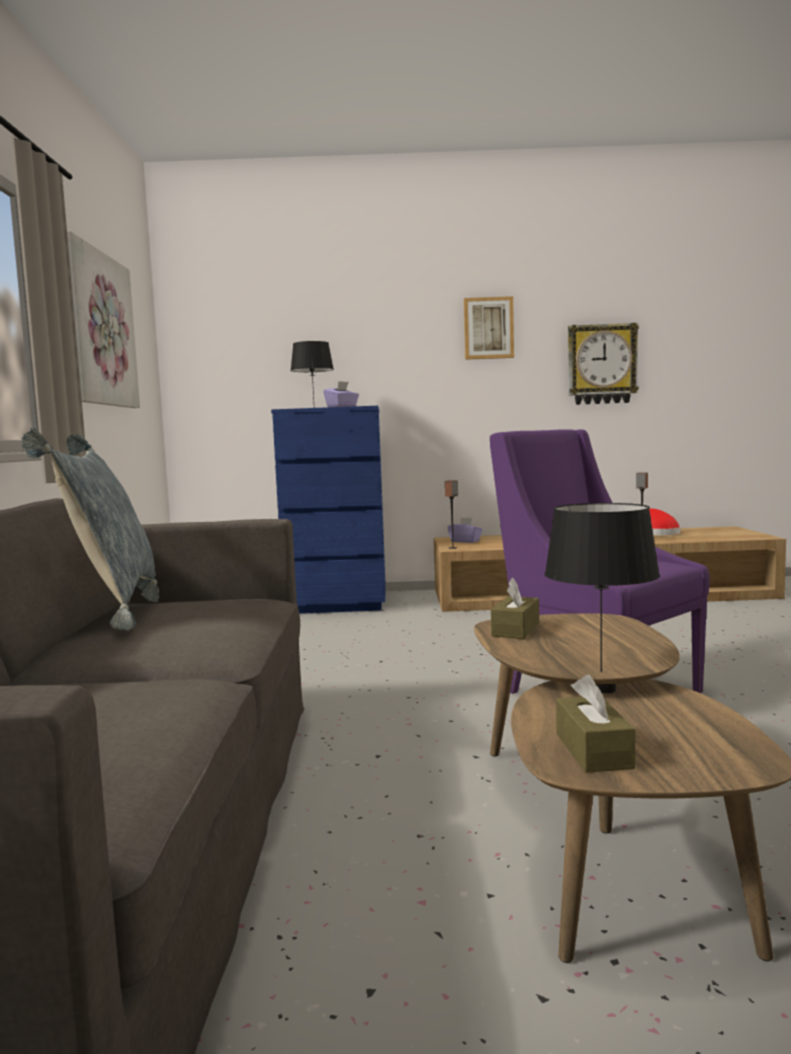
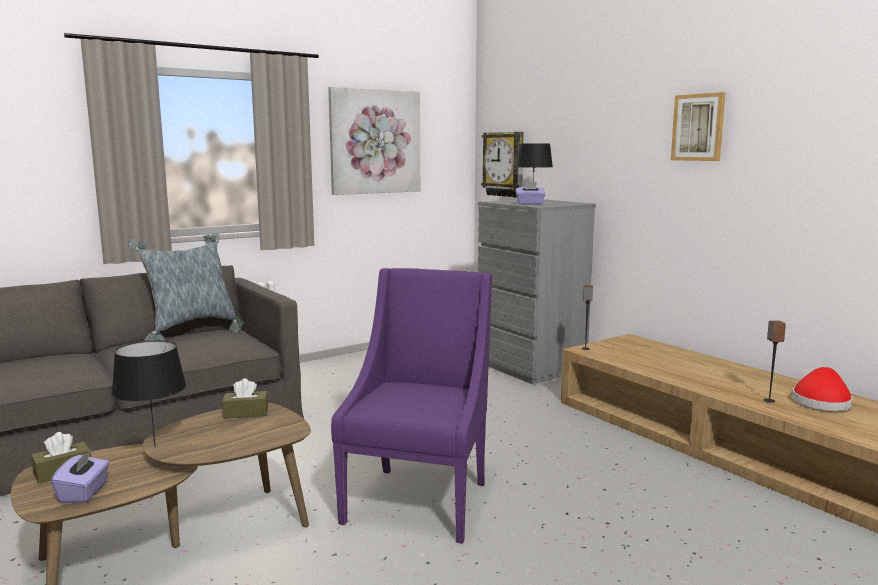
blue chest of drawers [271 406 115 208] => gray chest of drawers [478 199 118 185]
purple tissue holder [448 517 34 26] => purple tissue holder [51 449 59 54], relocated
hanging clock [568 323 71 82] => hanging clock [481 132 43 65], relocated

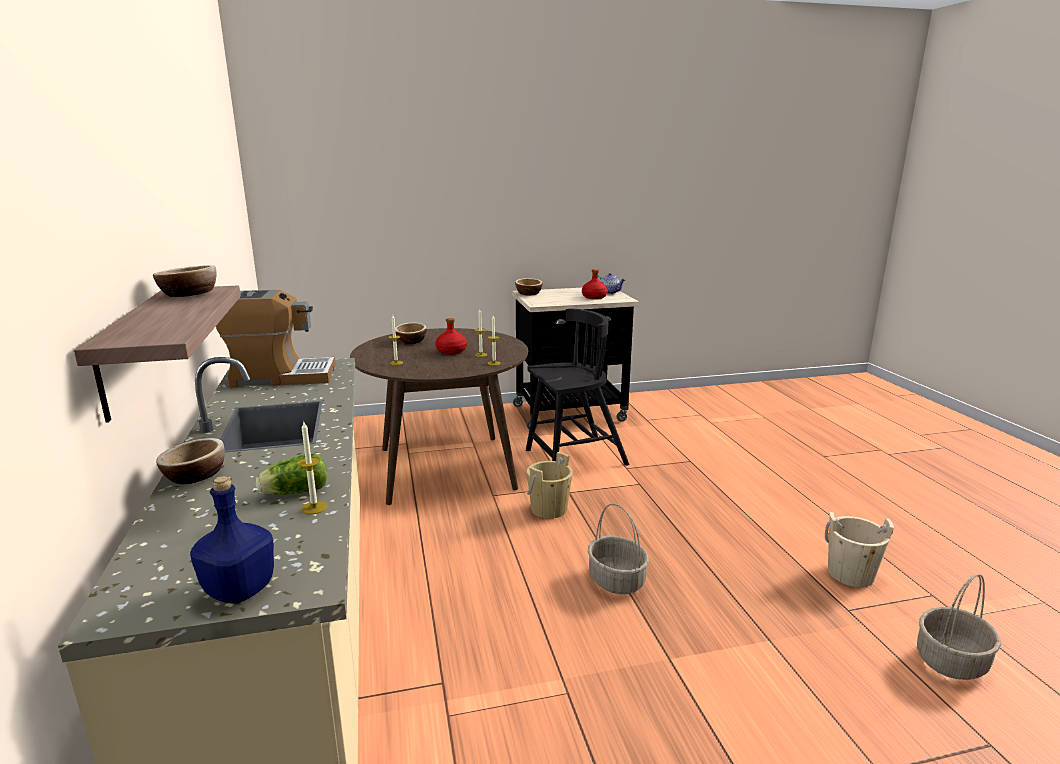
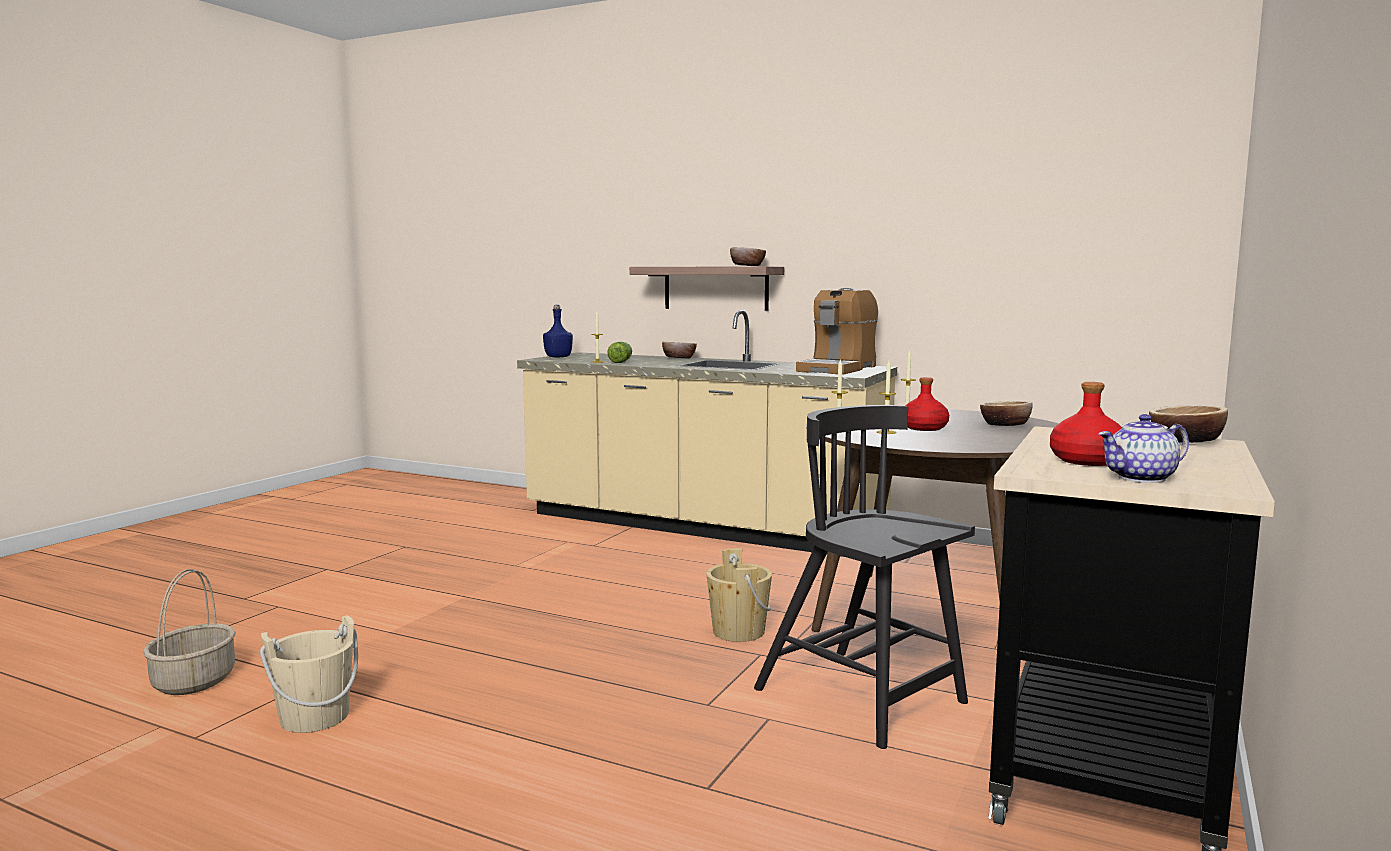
black plain chair [526 308 103 158] => black plain chair [754 405 221 344], 120 degrees clockwise
storage basket [588 504 61 90] => nothing

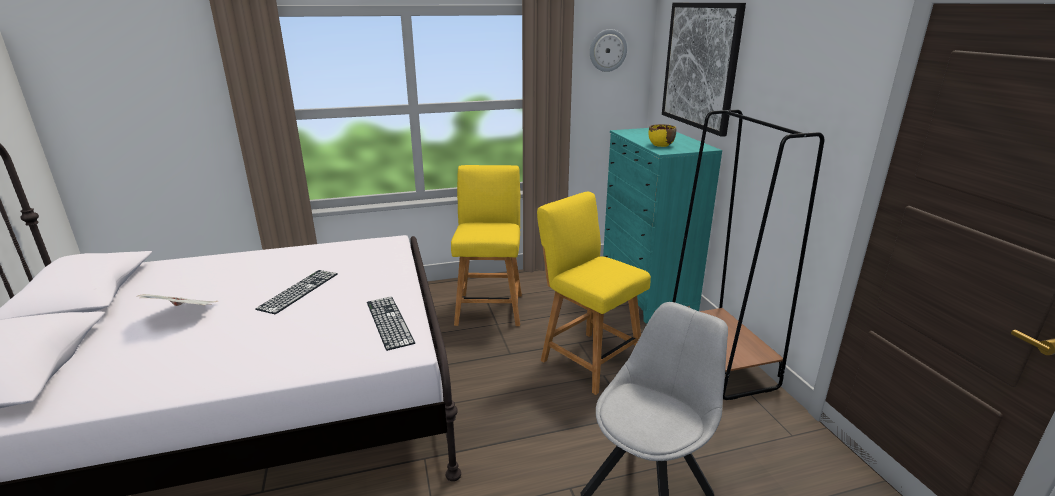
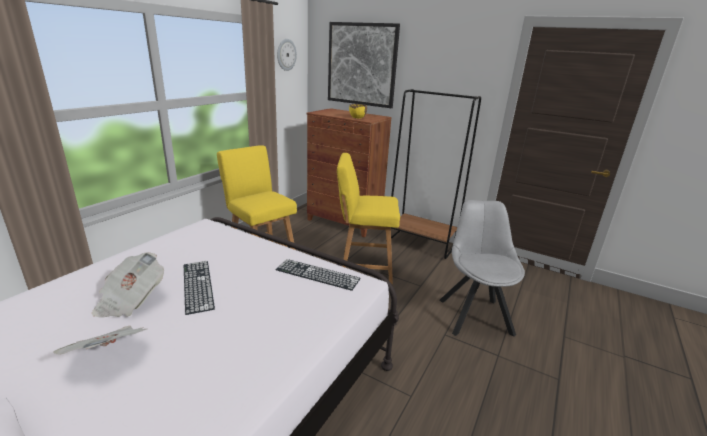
turquoise chest of drawers [603 128 119 195] => brown chest of drawers [306 108 86 130]
nothing => printed paper [92 252 72 66]

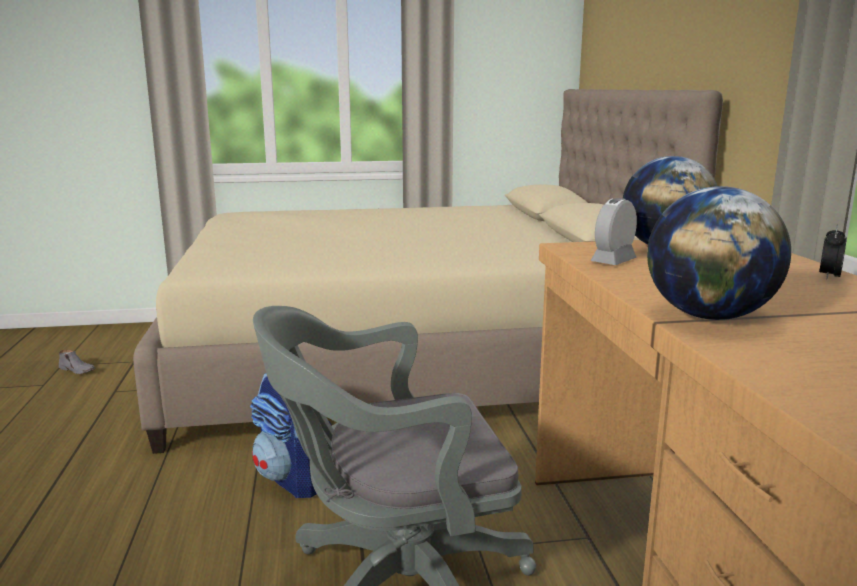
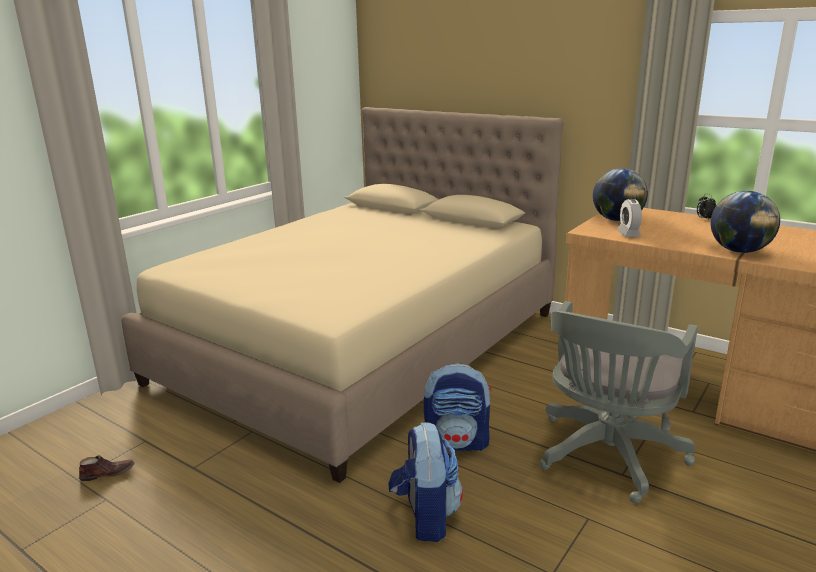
gray shoe [59 350 37 24] => brown shoe [79 455 56 26]
nothing => backpack [388 422 75 120]

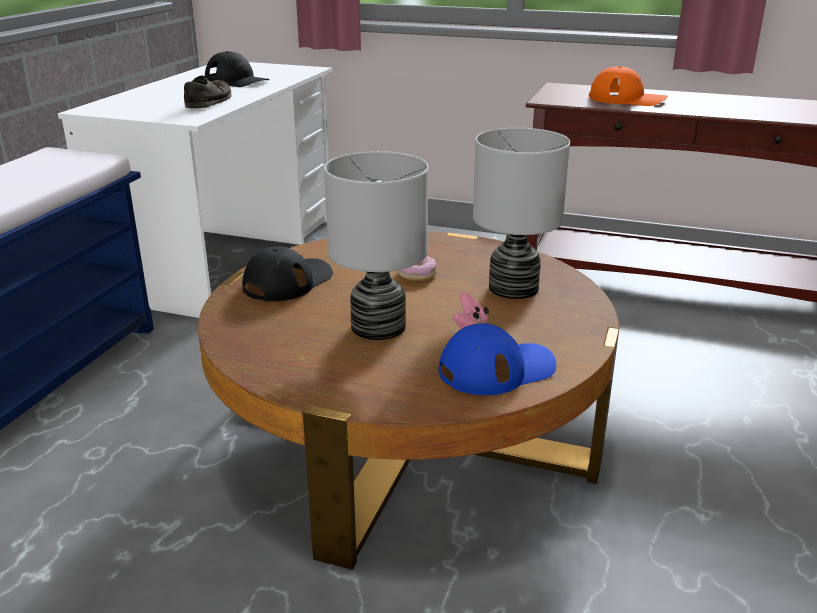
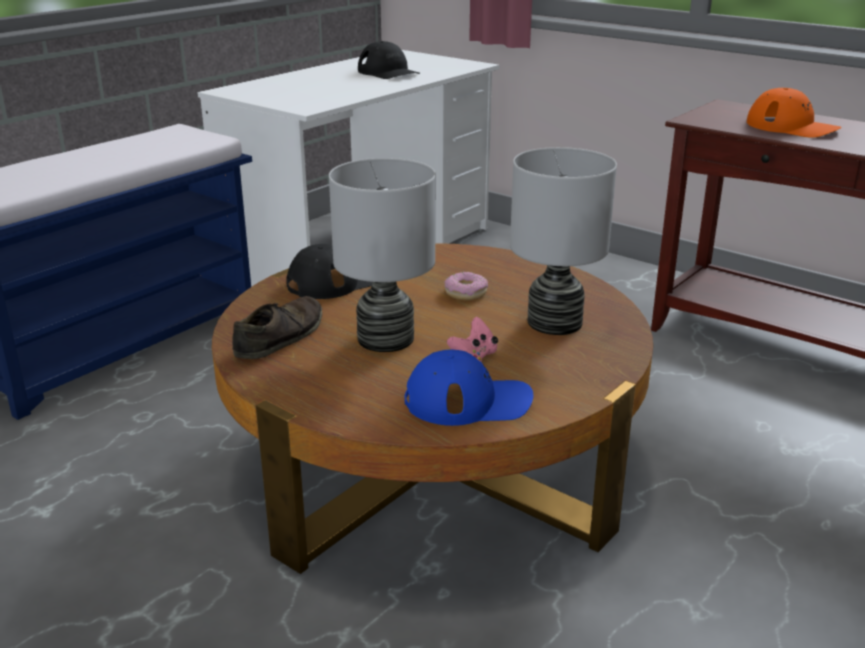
brown shoe [184 76 48 32] => brown shoe [232 296 90 63], relocated

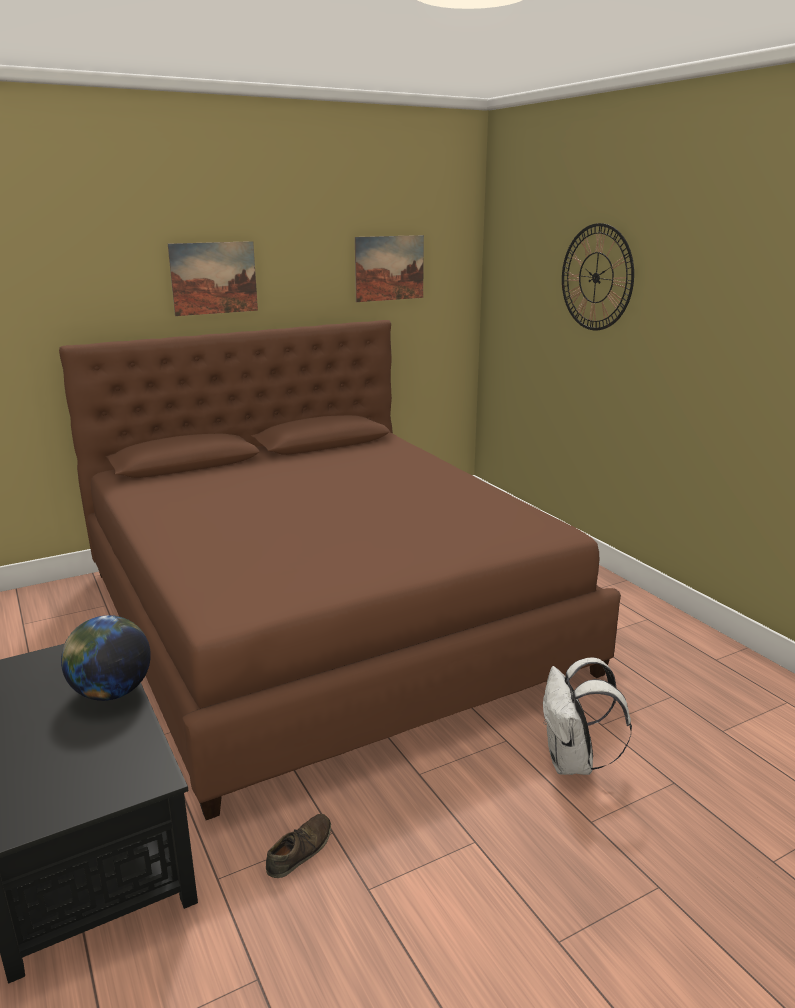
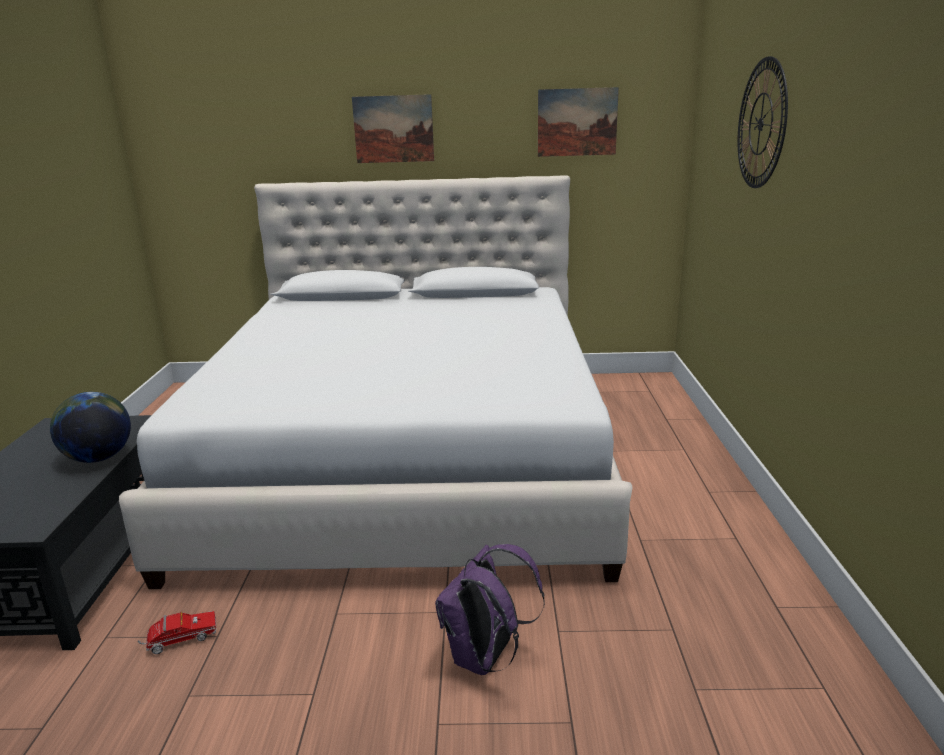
brown bedroom bed [59 320 562 500] => white-coloured bedroom bed [119 175 514 414]
brown shoe [266 814 65 64] => model truck [138 611 79 43]
white-coloured backpack [543 657 89 118] => purple backpack [435 544 110 131]

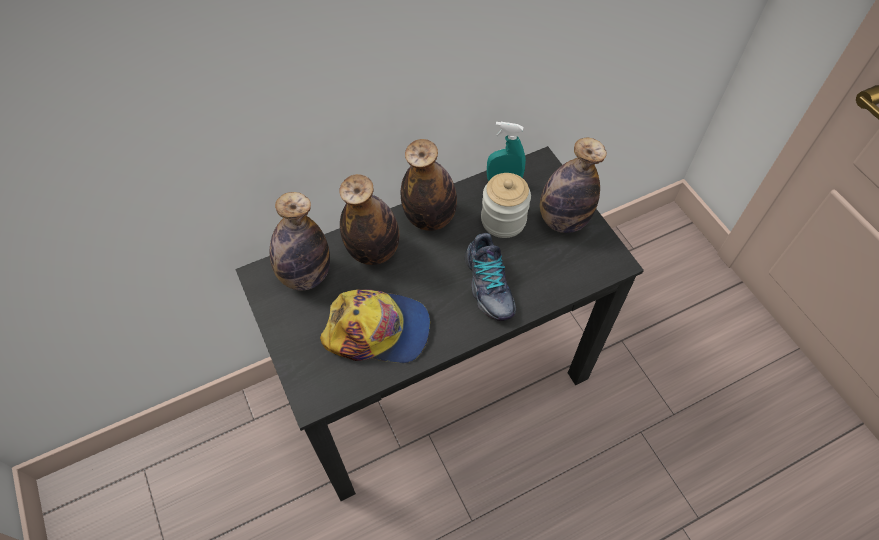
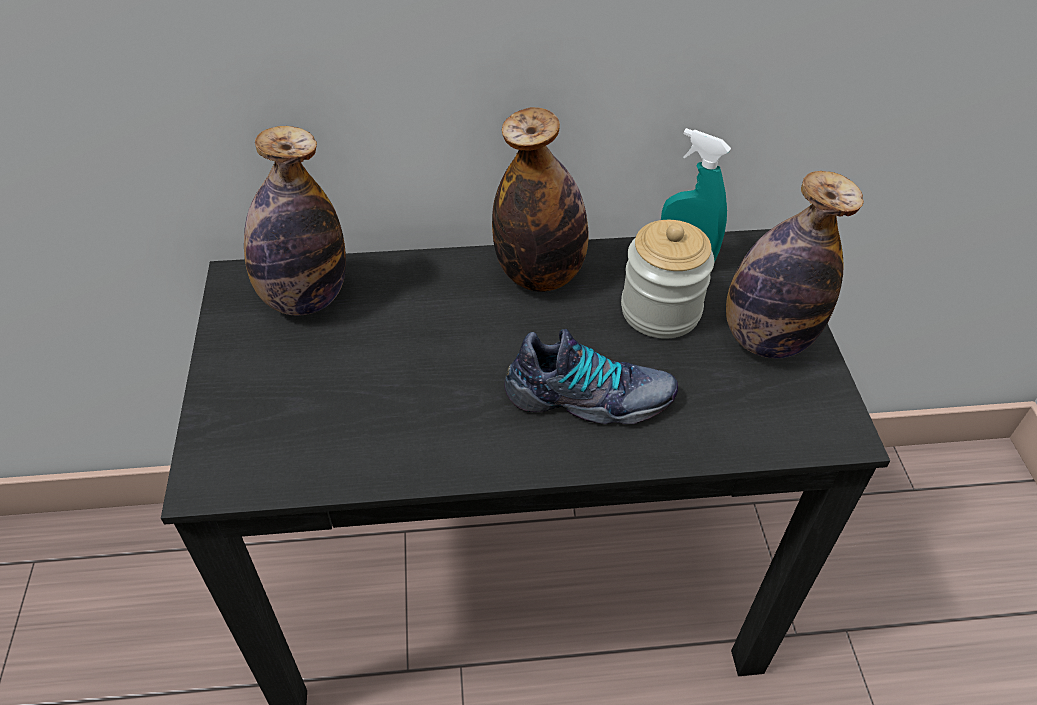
cap [320 289 110 74] => nothing
drink bottle [339 174 60 91] => nothing
shoe [465 233 51 88] => shoe [504 329 174 95], 90 degrees counterclockwise

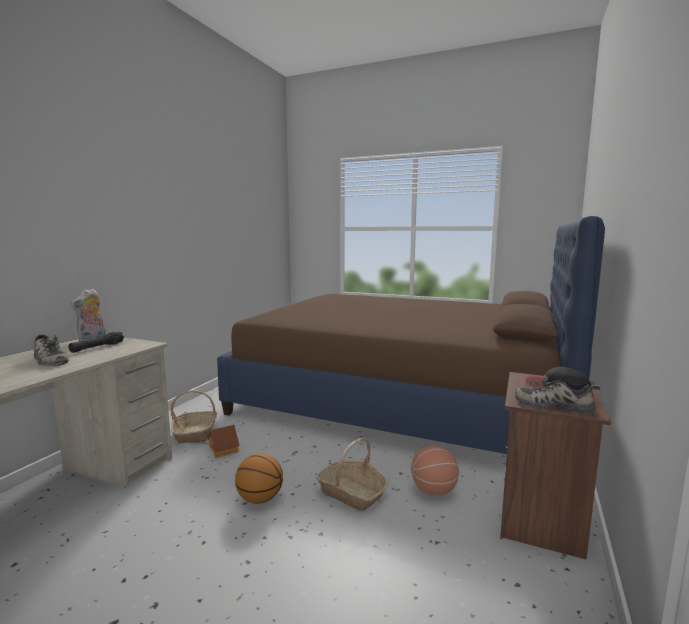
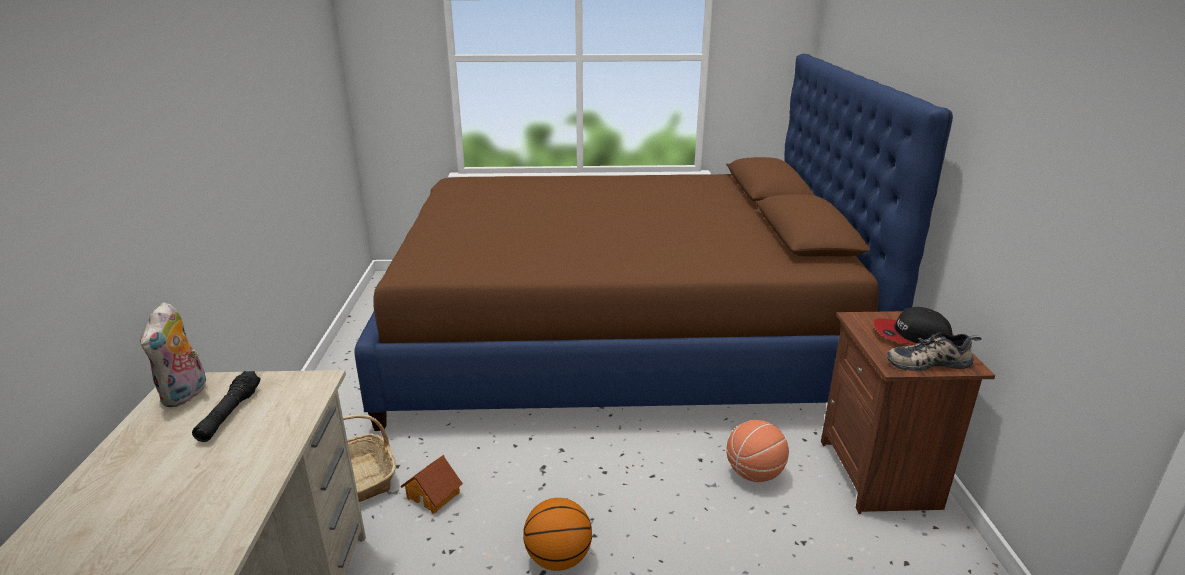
shoe [34 333 35 33] => nothing
storage basket [316 437 72 74] => nothing

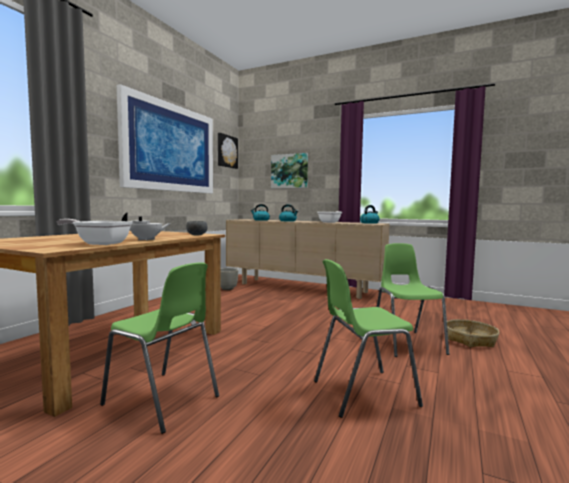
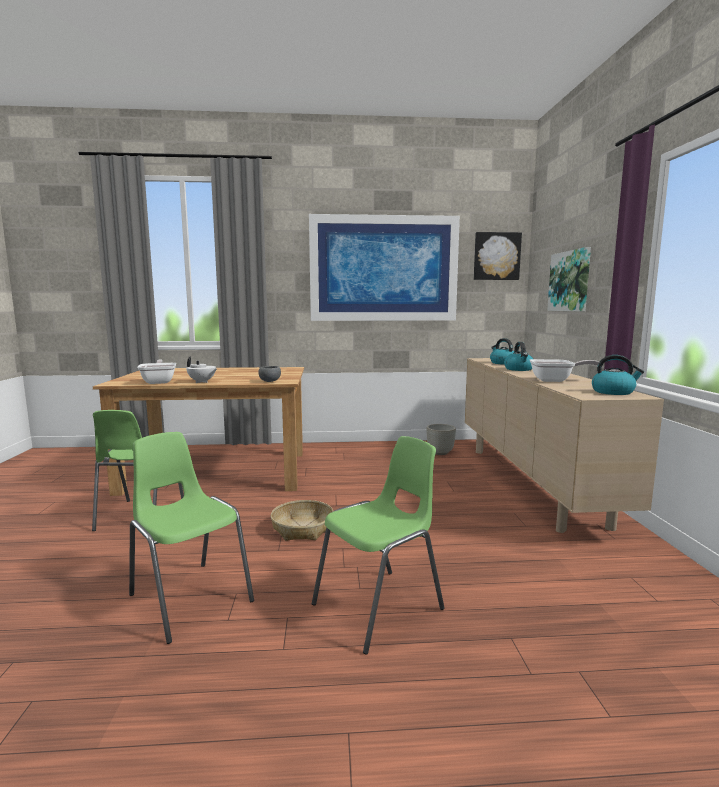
storage basket [447 319 53 28] => storage basket [270 500 63 41], relocated

